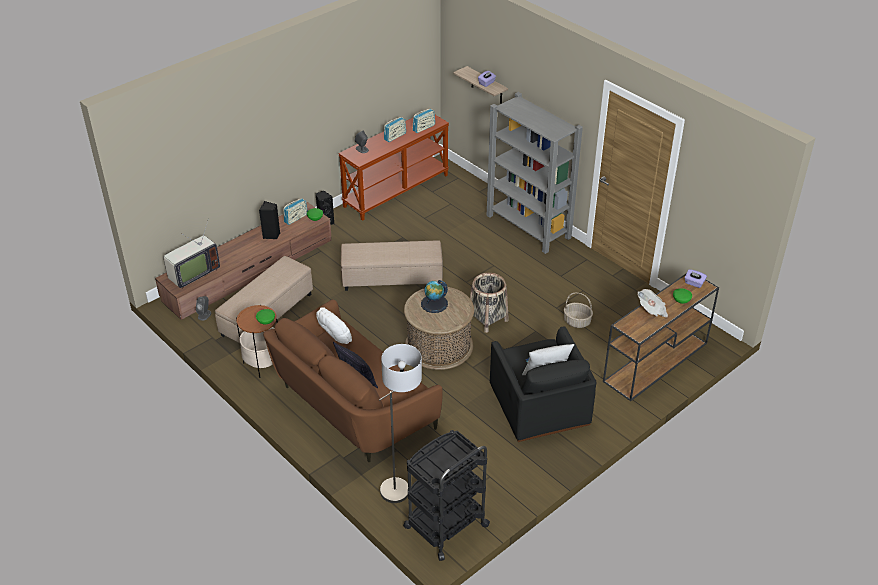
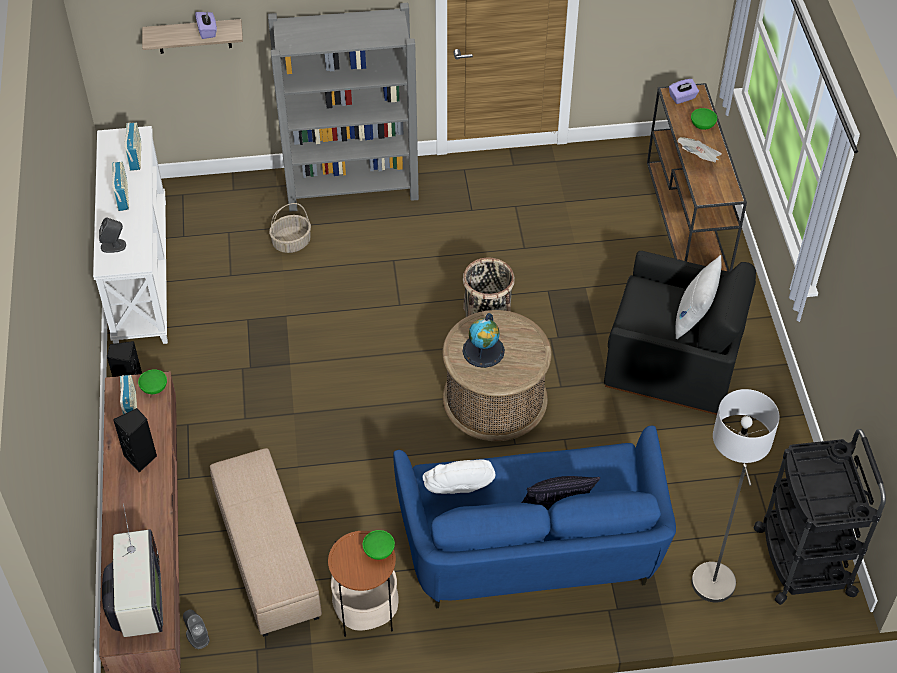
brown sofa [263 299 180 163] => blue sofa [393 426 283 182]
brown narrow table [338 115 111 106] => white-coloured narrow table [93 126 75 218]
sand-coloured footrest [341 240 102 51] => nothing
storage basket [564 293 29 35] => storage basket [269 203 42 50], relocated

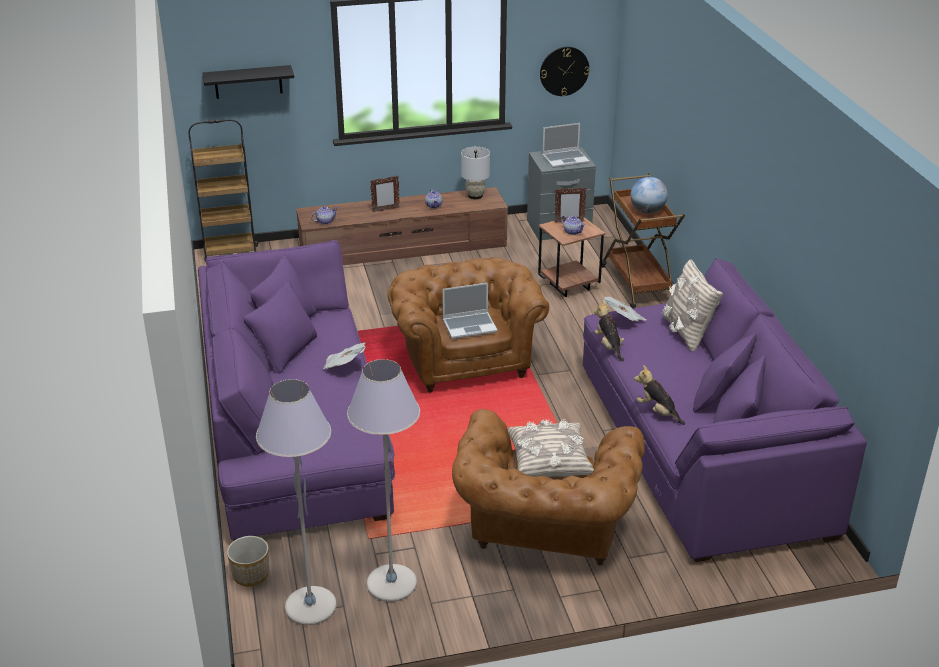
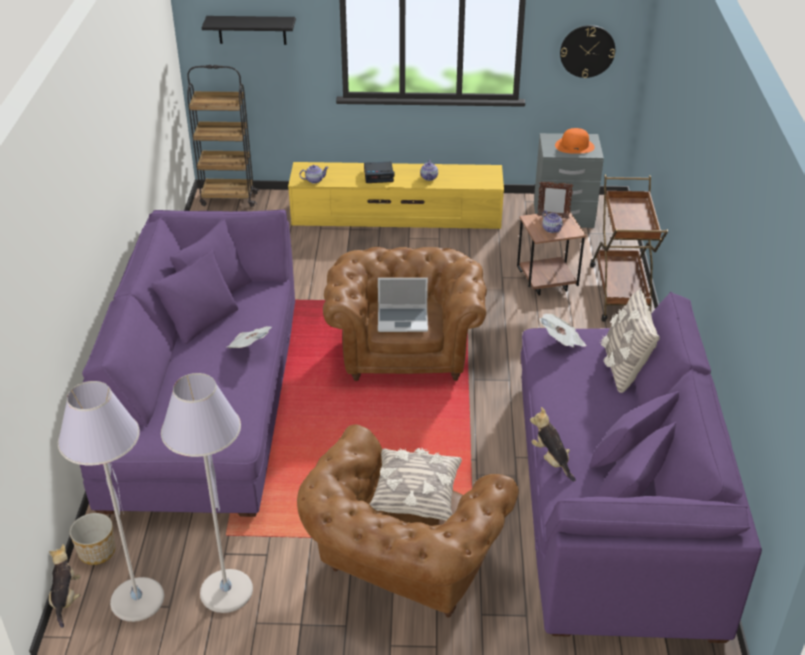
brown media console [296 187 212 78] => yellow media console [288 162 216 67]
photo frame [370 175 30 37] => table clock [364 162 31 21]
white-coloured tabletop lamp [461 146 29 53] => nothing
portable computer [542 123 47 45] => orangey hat [555 128 40 26]
plush toy [594 300 30 62] => plush toy [49 544 32 84], relocated
desk globe [630 177 38 37] => nothing

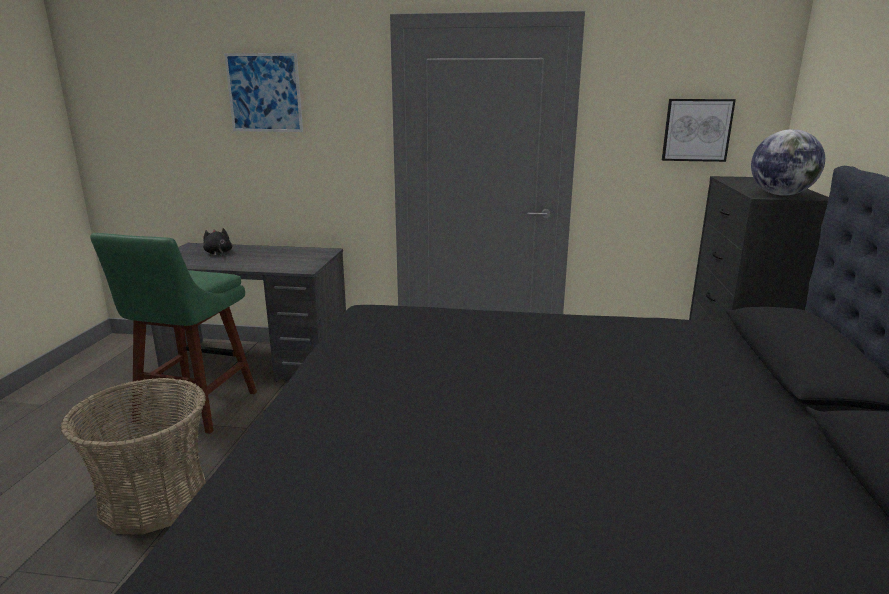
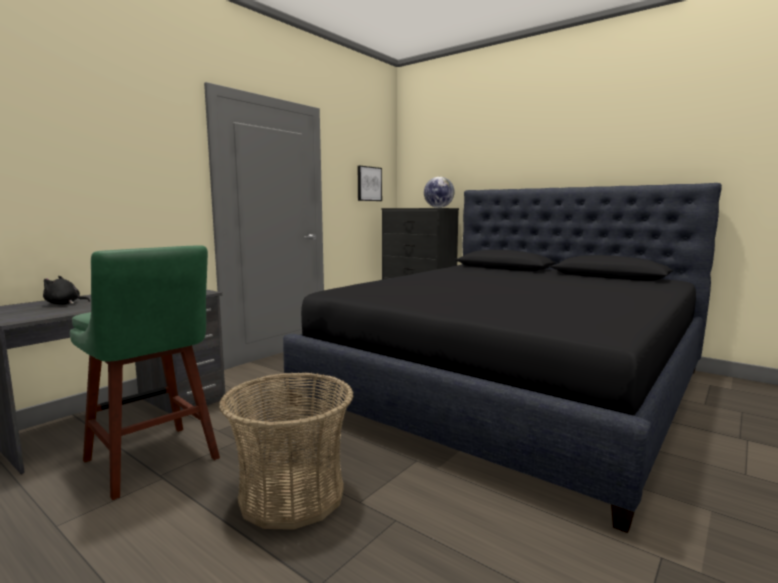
wall picture [224 53 79 79] => nothing

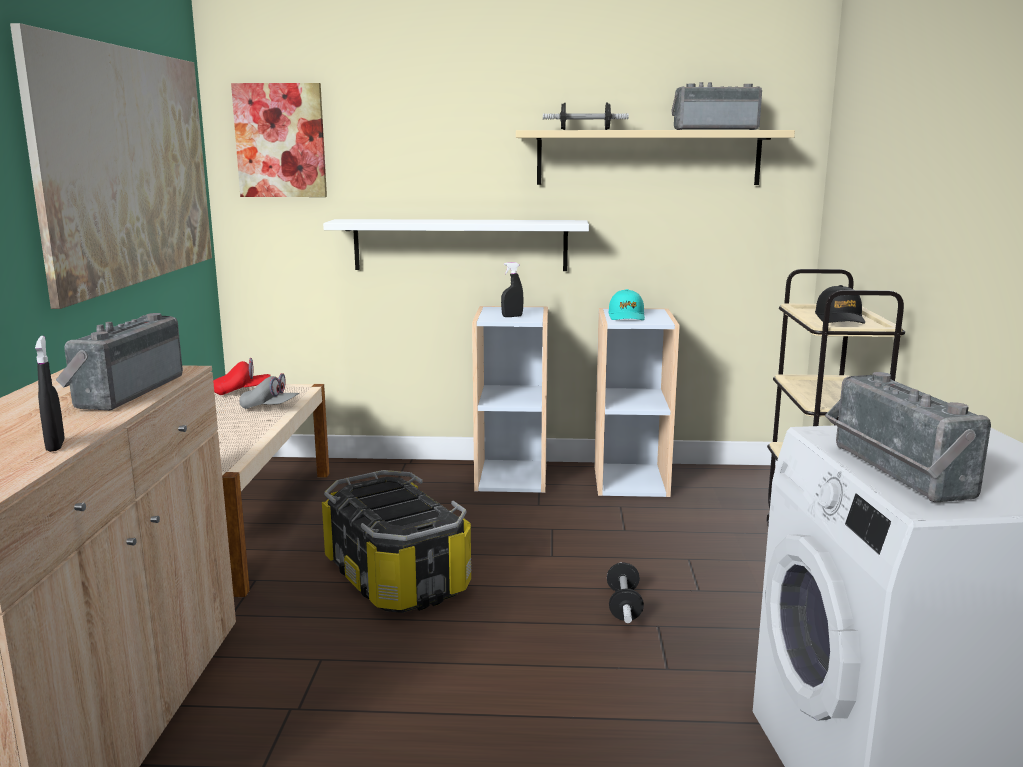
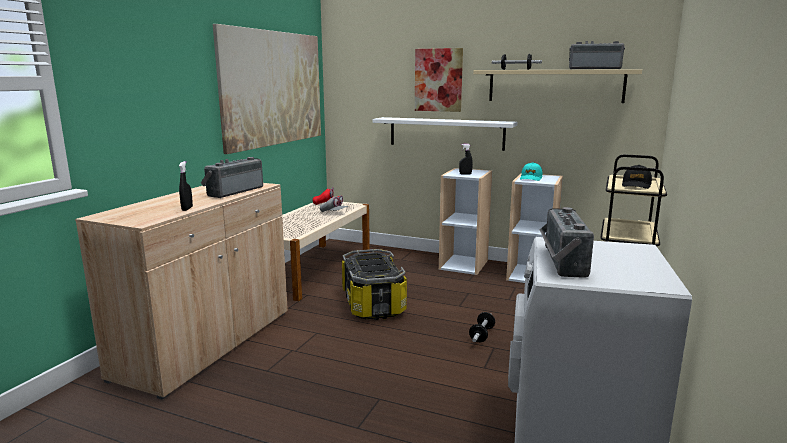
wall picture [231 83 96 114] => wall picture [415 48 48 64], relocated

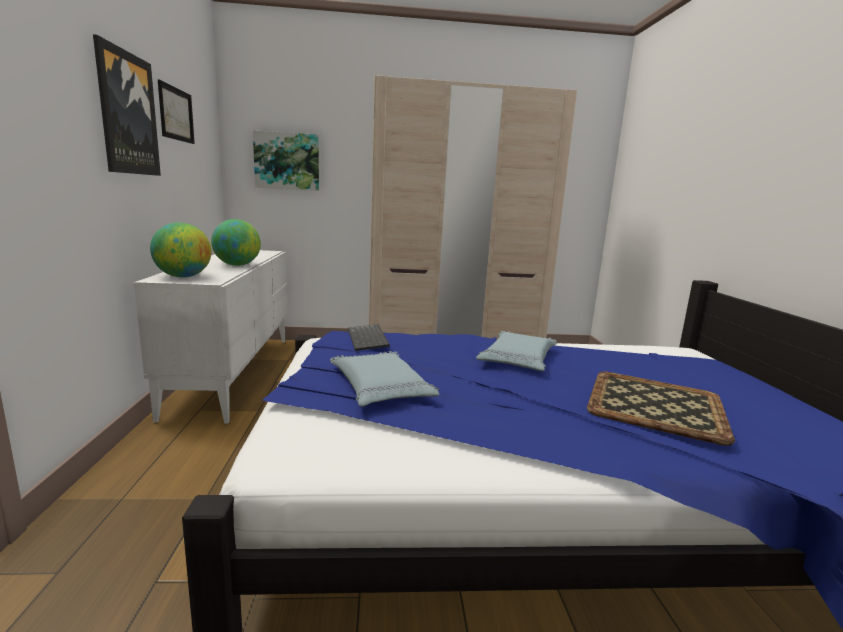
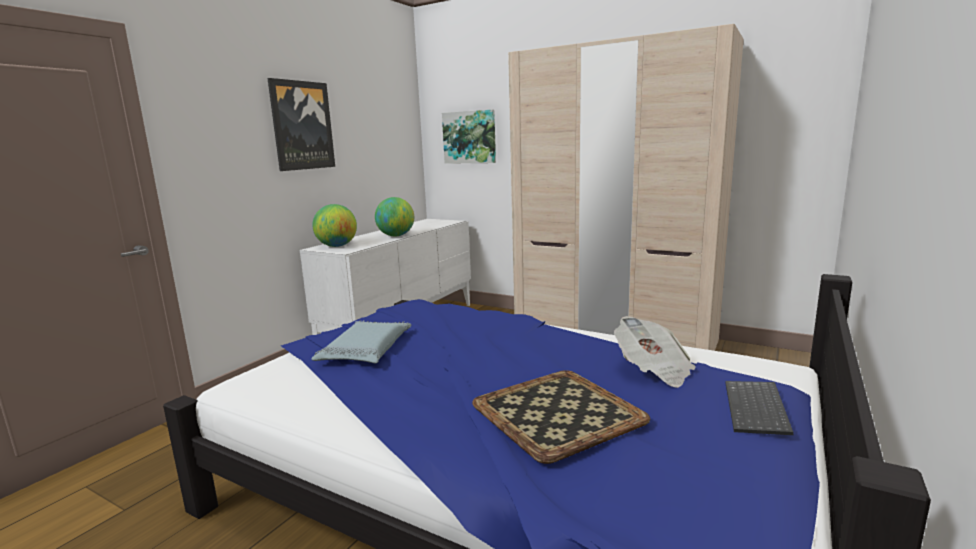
wall picture [158 79 37 65] => nothing
keyboard [348 324 42 27] => keyboard [725 381 68 54], relocated
blue throw pillow [476 331 81 40] => nothing
nothing => printed paper [614 316 81 72]

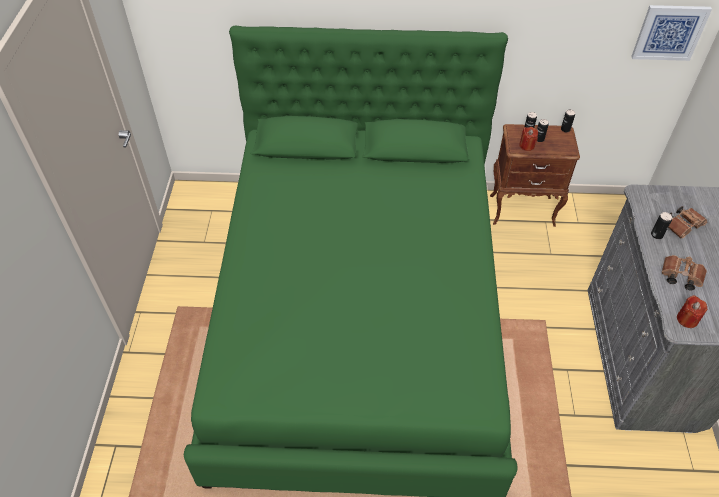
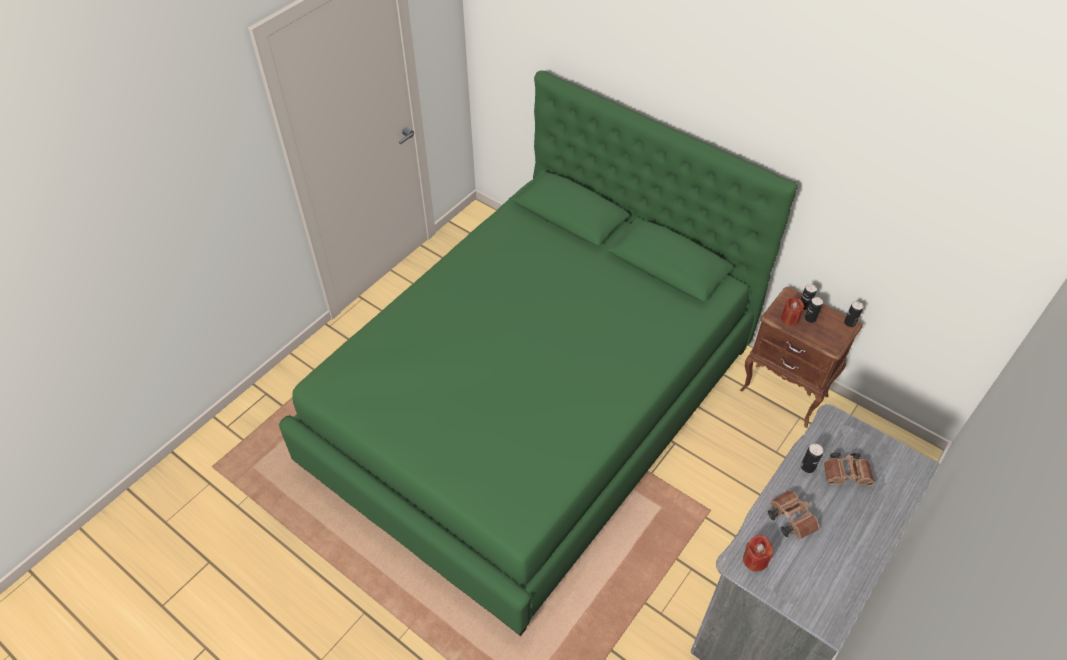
wall picture [631 5 81 56] => nothing

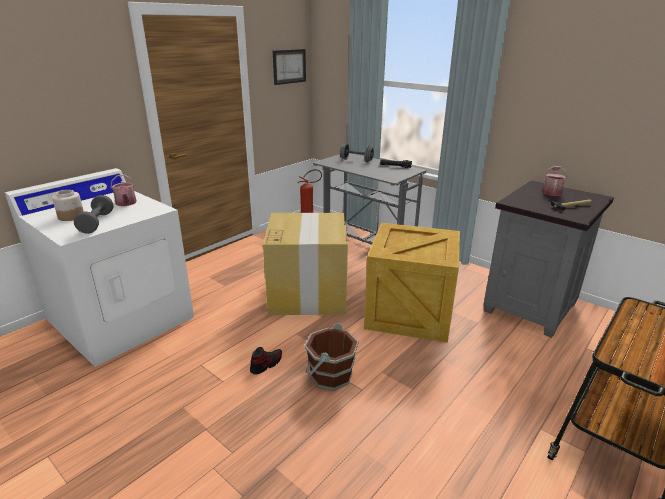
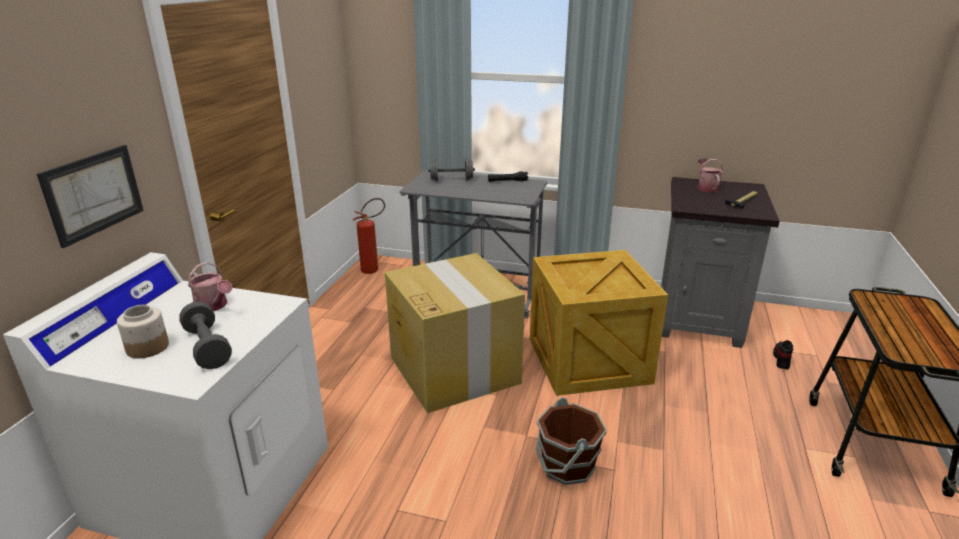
shoe [250 347 32 27] => shoe [773 340 20 30], relocated
wall picture [273 49 33 36] => wall picture [37 145 107 103], relocated

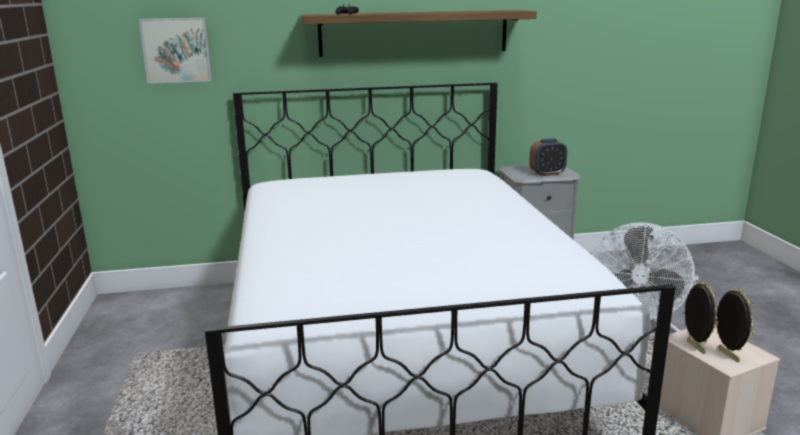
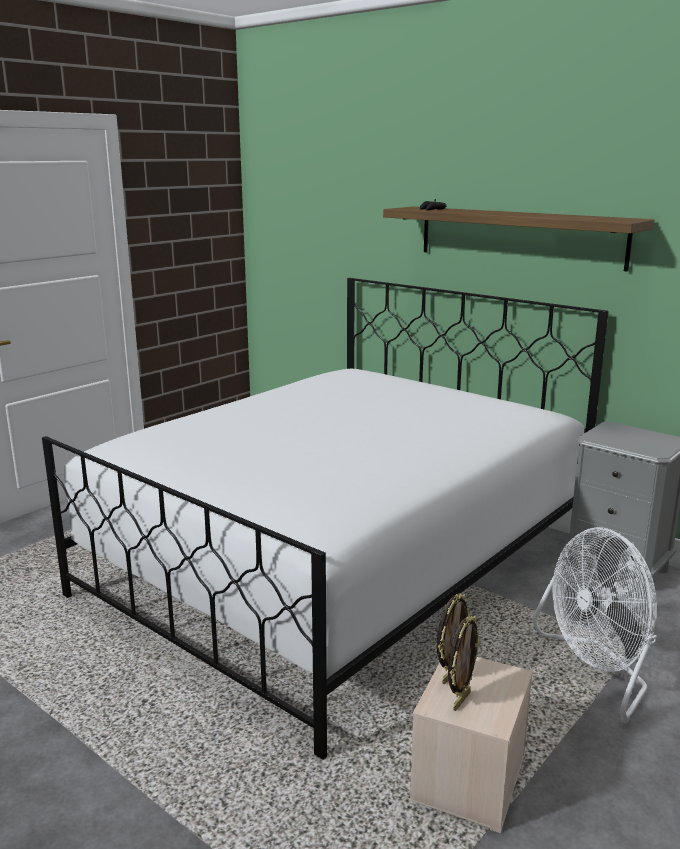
wall picture [139 18 73 65] => nothing
table clock [529 139 38 37] => nothing

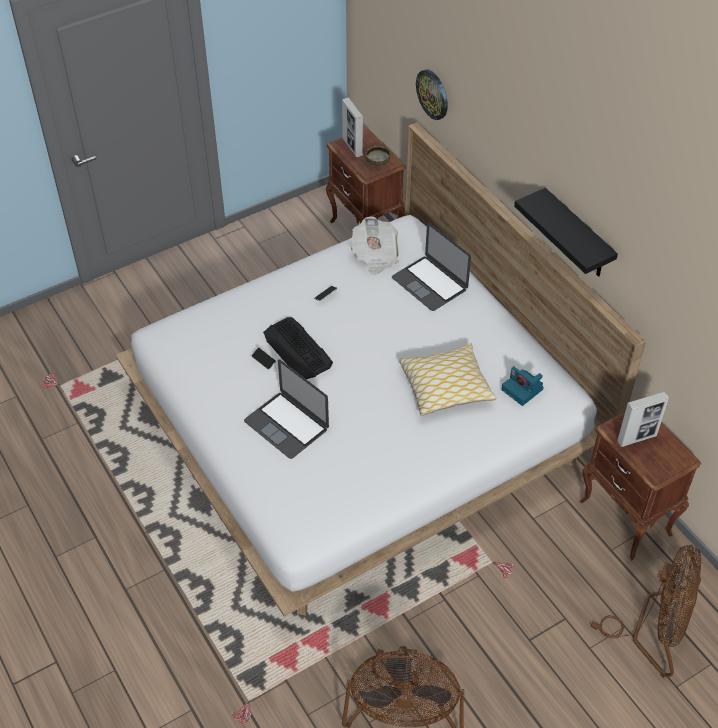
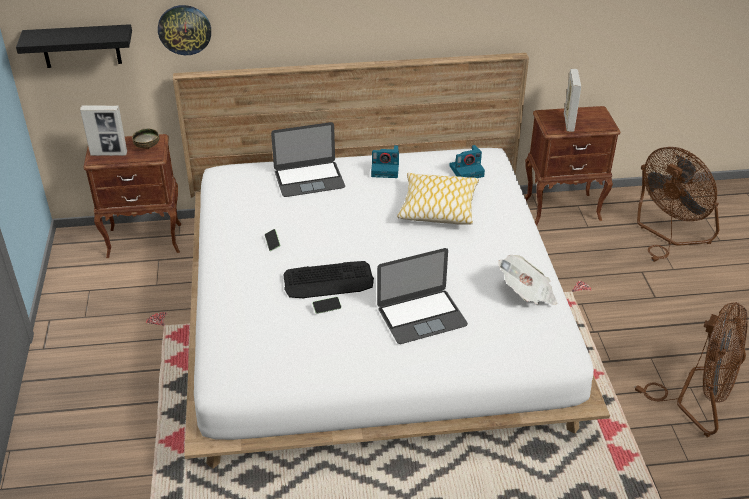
printed paper [351 216 48 59] => printed paper [498 255 60 50], relocated
black bracket shelf [514 188 104 89] => black bracket shelf [16 24 116 44], relocated
nothing => still camera [371 145 28 33]

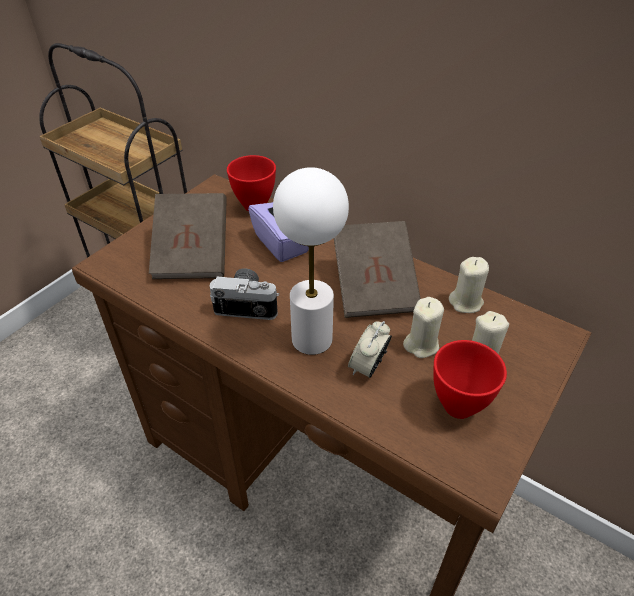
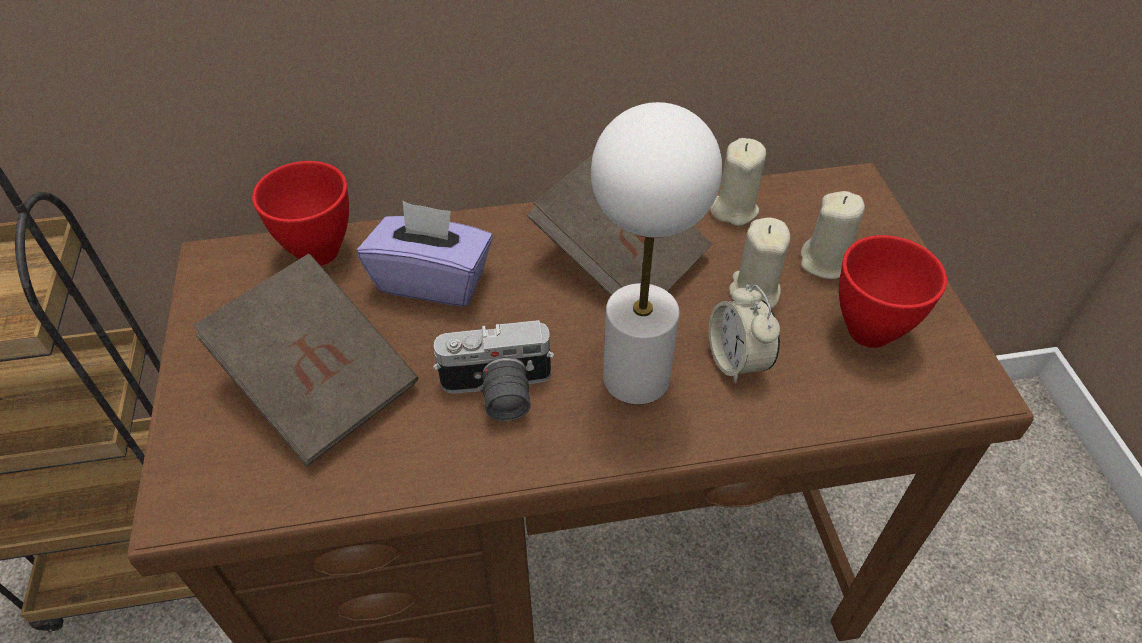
still camera [210 268 69 52] => still camera [433 320 121 101], 150 degrees counterclockwise

